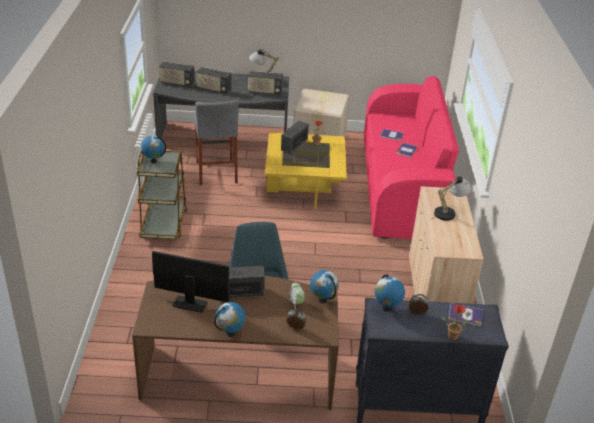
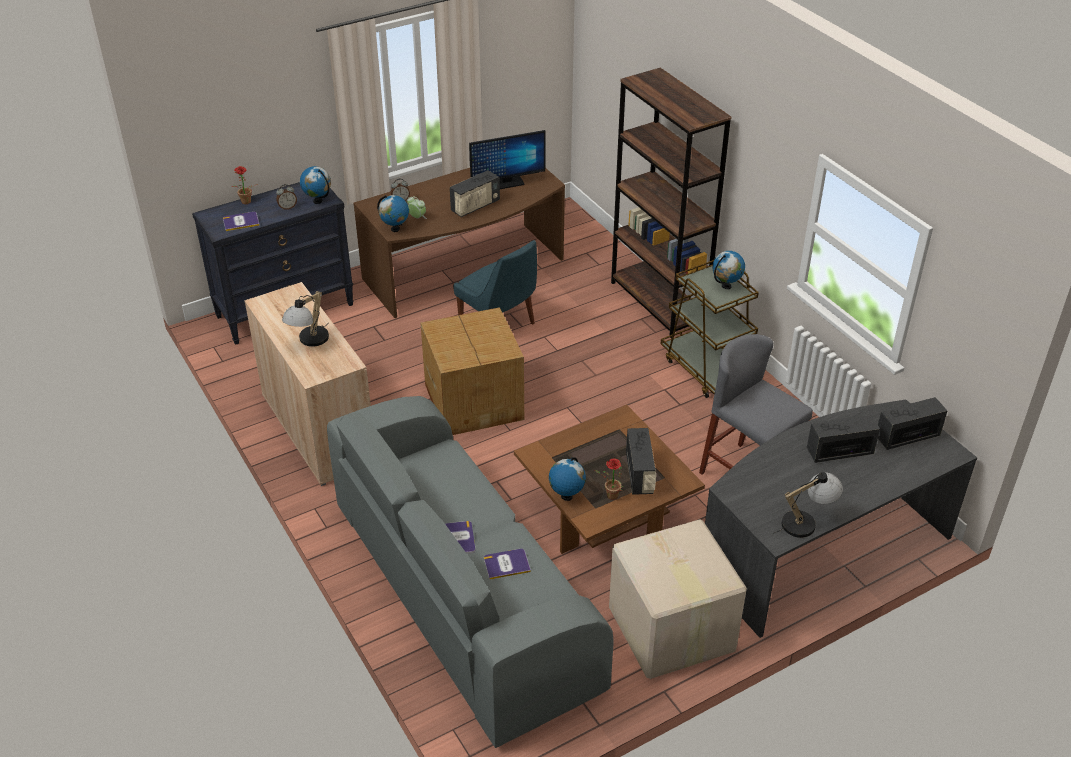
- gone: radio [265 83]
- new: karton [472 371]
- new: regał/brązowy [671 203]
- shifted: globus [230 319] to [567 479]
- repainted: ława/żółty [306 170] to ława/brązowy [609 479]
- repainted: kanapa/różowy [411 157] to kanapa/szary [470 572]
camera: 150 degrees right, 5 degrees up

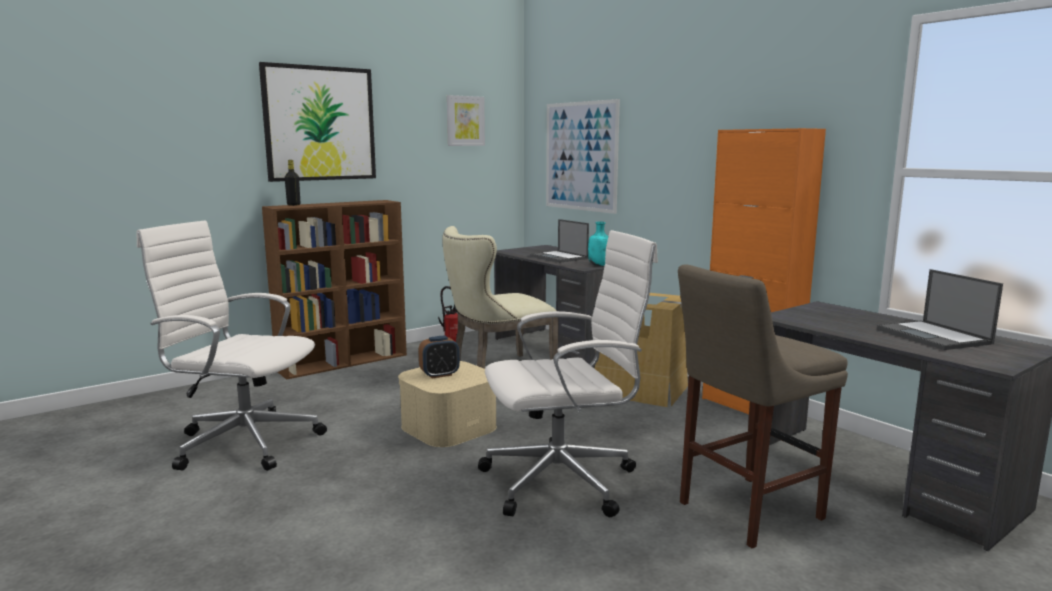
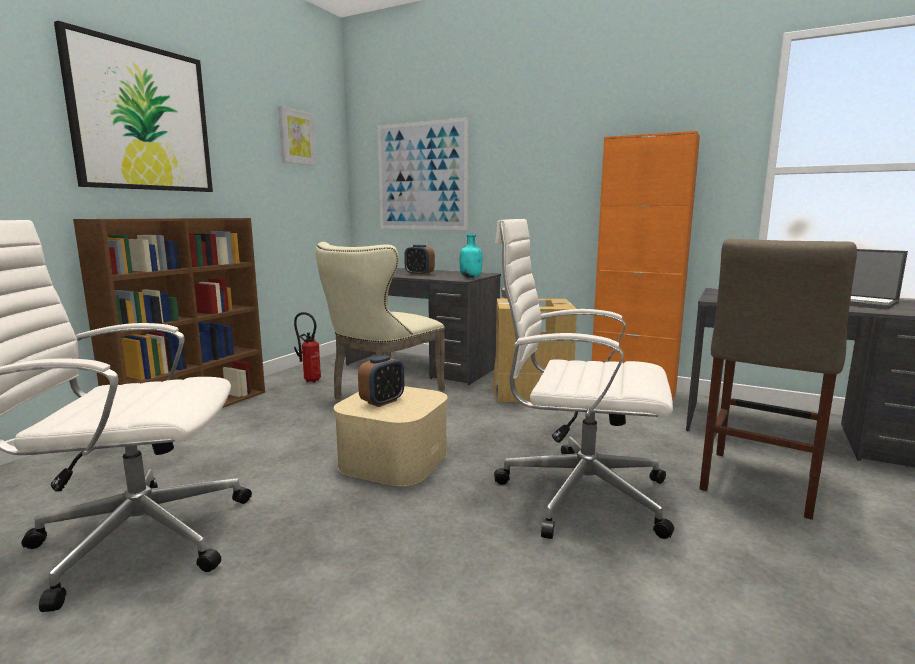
- gone: butelka/czarny [292 183]
- swapped: laptop [559 241] to budzik [419 260]
- rotated: krzesło biurowe/biały [568 373] = [584 379] 120 degrees counterclockwise
camera: 25 degrees left, 0 degrees up

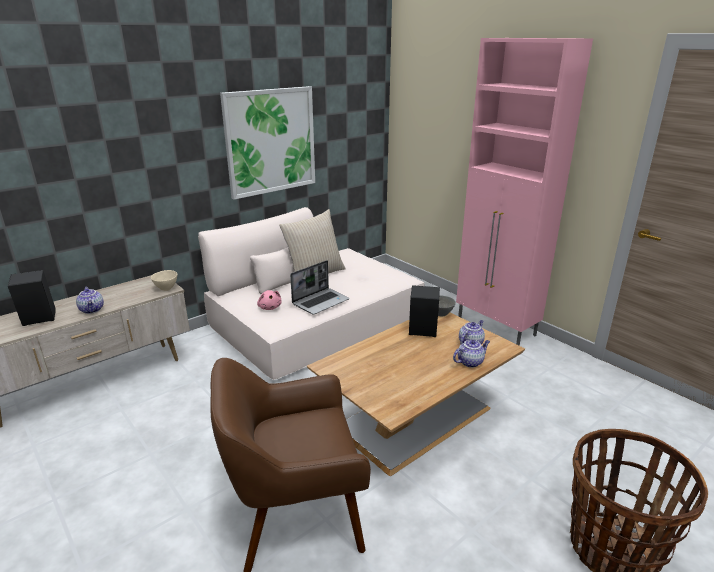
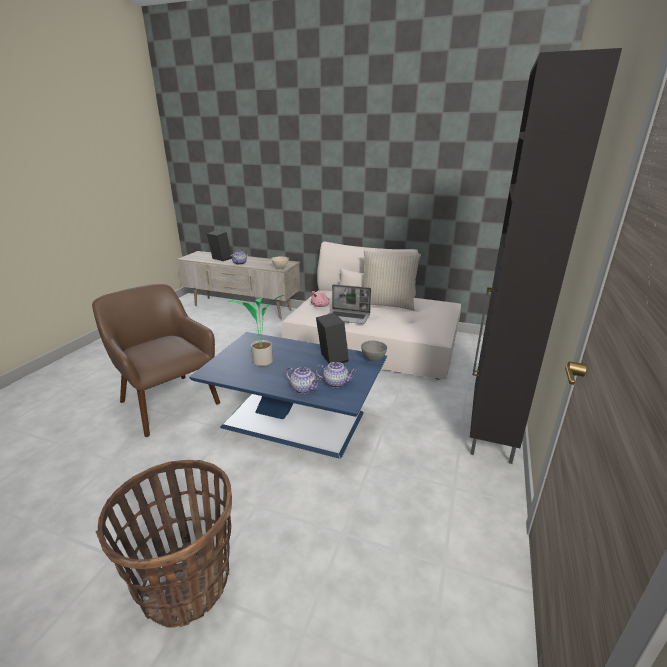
- gone: obraz [267 143]
- new: roślina doniczkowa [256 330]
- repainted: ława/brązowy [416 394] to ława/niebieski [288 395]
- repainted: szafka/różowy [524 192] to szafka/czarny [546 256]
camera: 60 degrees right, 0 degrees up

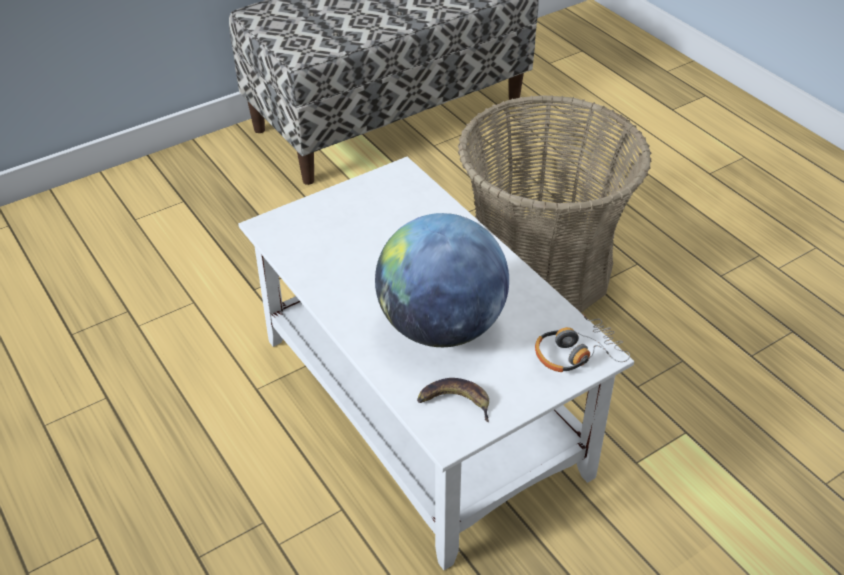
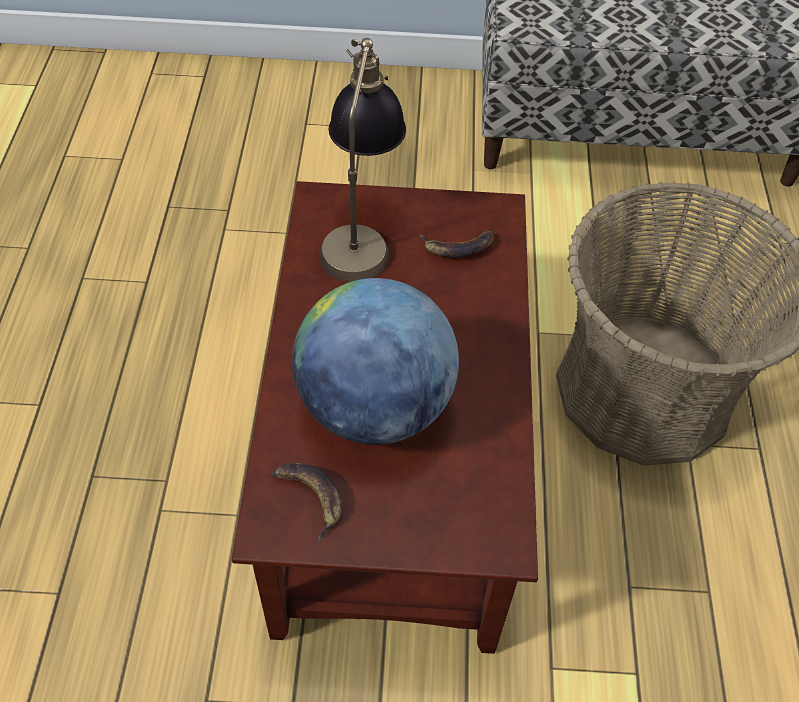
- gone: słuchawki [582 343]
- new: lampa stołowa [362 160]
- new: banan [457 244]
- repainted: ława/biały [436 363] to ława/brązowy [385 417]
camera: 35 degrees right, 10 degrees up

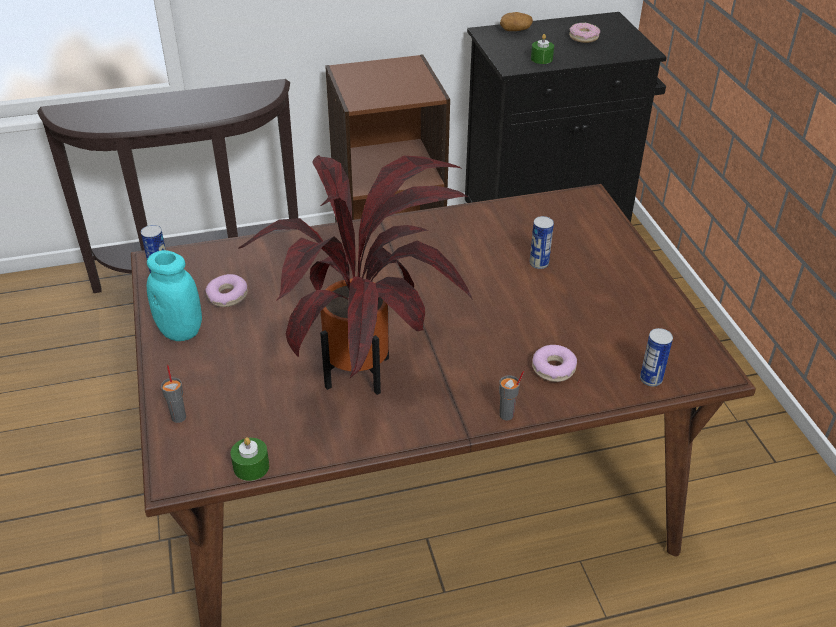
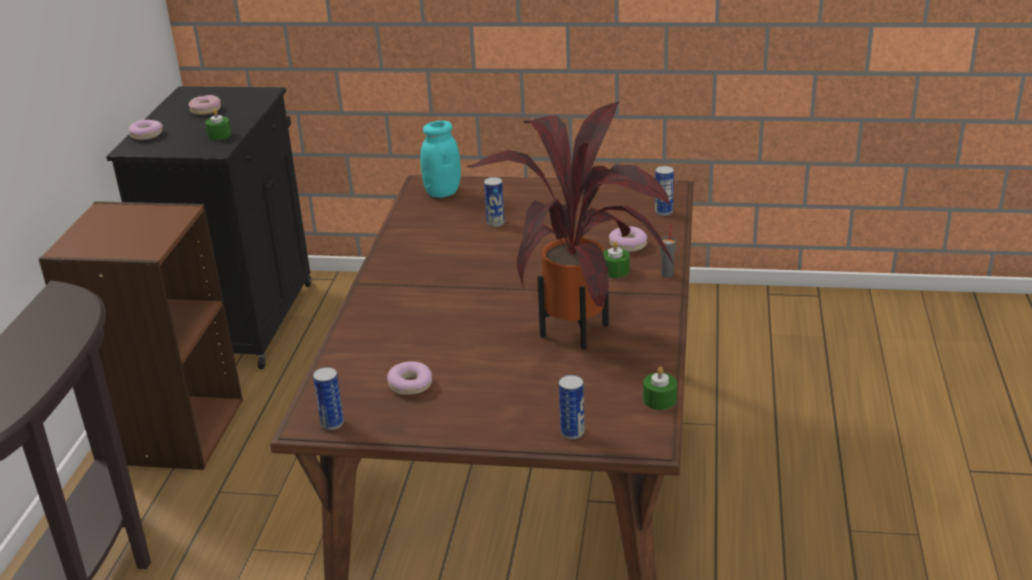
- new: świeca/zielony [617 259]
- shifted: słoik/turkusowy [174 295] to [440 159]
- swapped: filiżanka/szary [173 394] to puszka [571 407]
- swapped: ziemniak [516 21] to donut [145 130]
camera: 65 degrees left, 10 degrees down

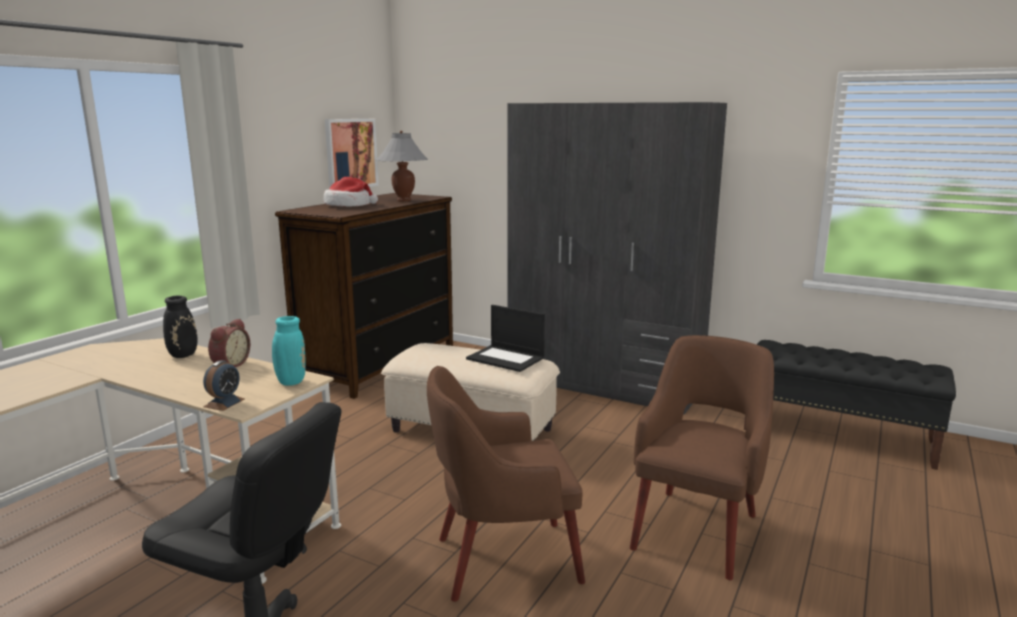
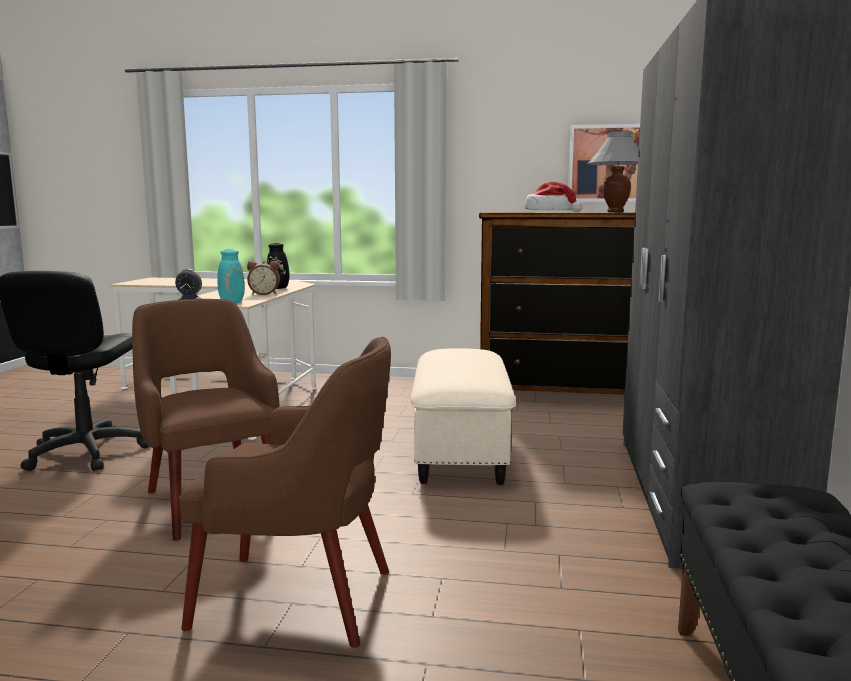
- gone: laptop [505 338]
camera: 70 degrees right, 5 degrees down

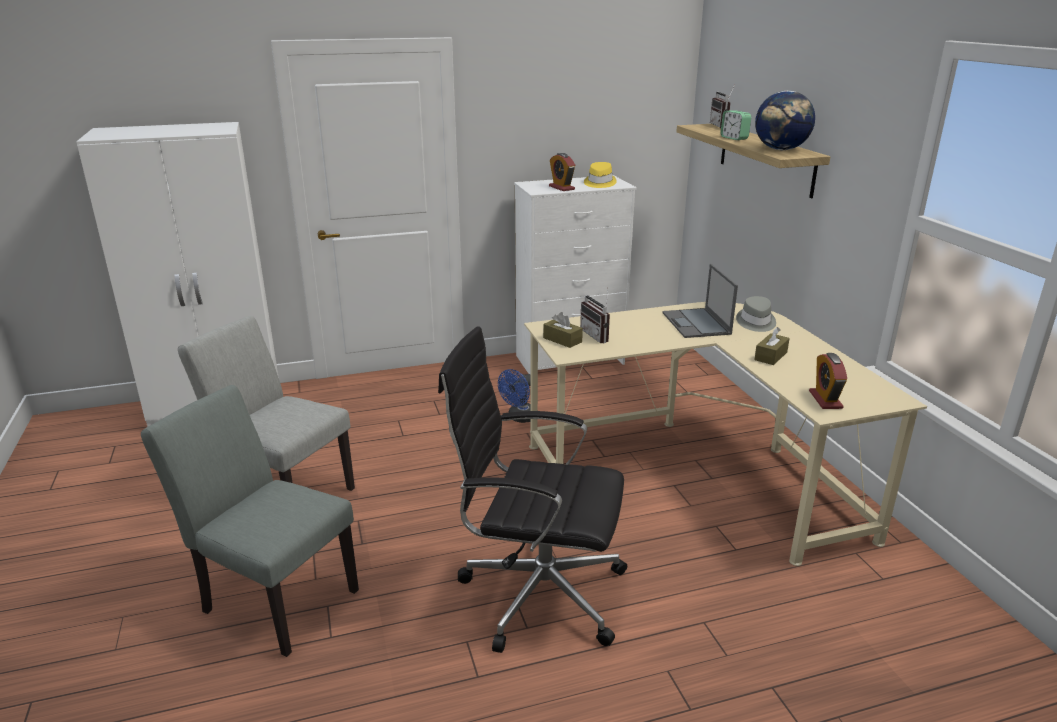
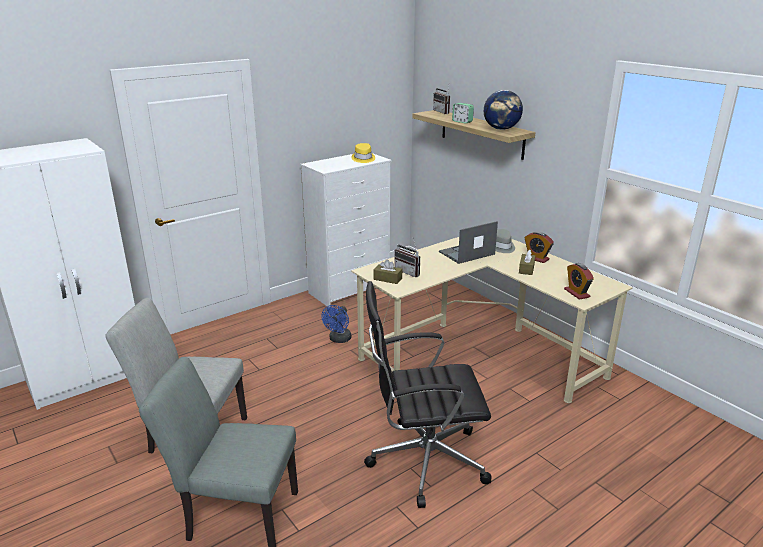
- shifted: budzik [562 172] to [539 247]
- rotated: laptop [700 301] = [468 242] 90 degrees clockwise
camera: 20 degrees left, 0 degrees up

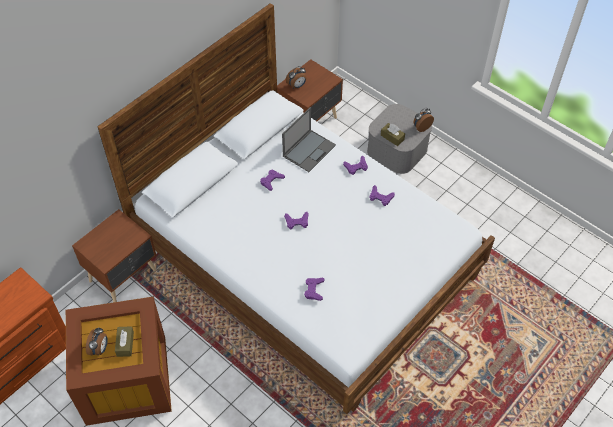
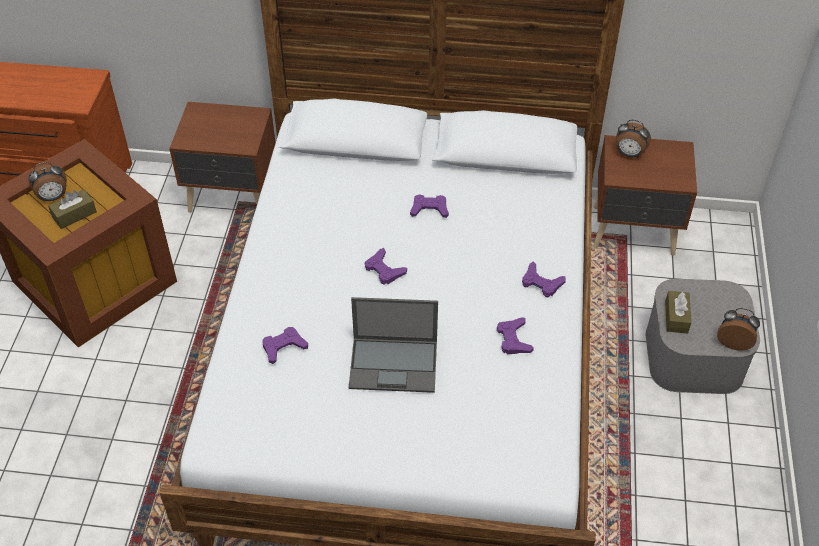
- shifted: laptop [309 139] to [393 345]
camera: 55 degrees right, 5 degrees down

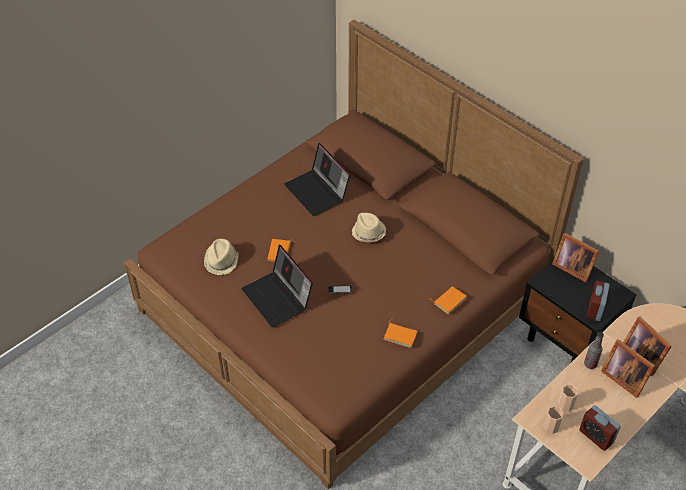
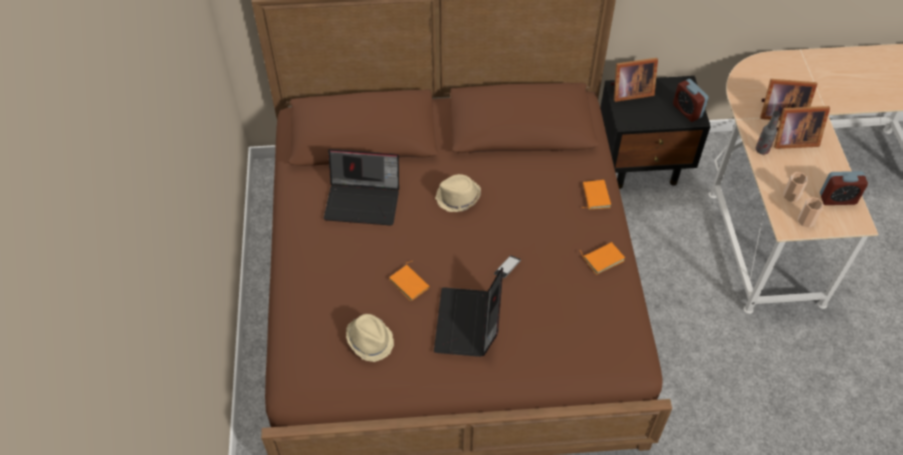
- rotated: laptop [277 286] = [468 312] 90 degrees clockwise
camera: 50 degrees left, 5 degrees up

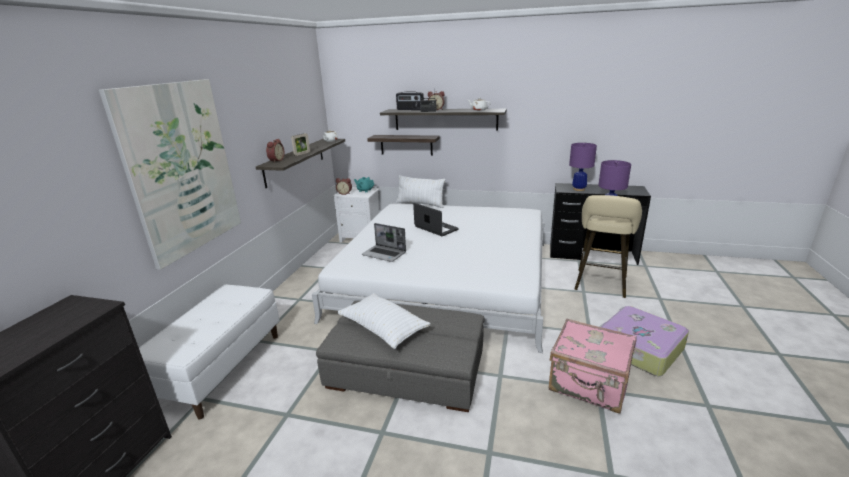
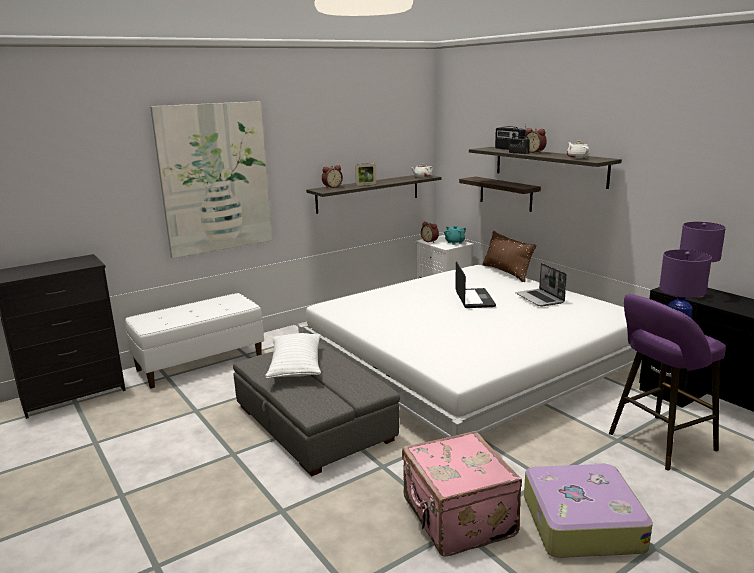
- shifted: laptop [384 242] to [541 285]
- repainted: poduszka/biały [420 191] to poduszka/brązowy [509 256]
- repainted: stołek/beżowy [608 246] to stołek/fioletowy [667 382]
camera: 40 degrees right, 5 degrees down

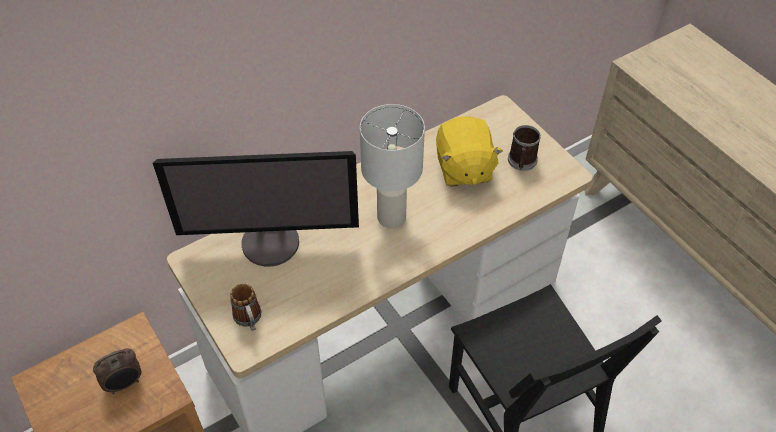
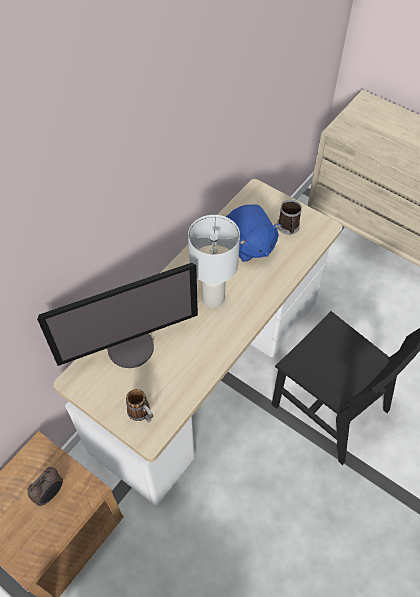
- repainted: pluszak/żółty [469 151] to pluszak/niebieski [253 233]
camera: 20 degrees left, 5 degrees up

